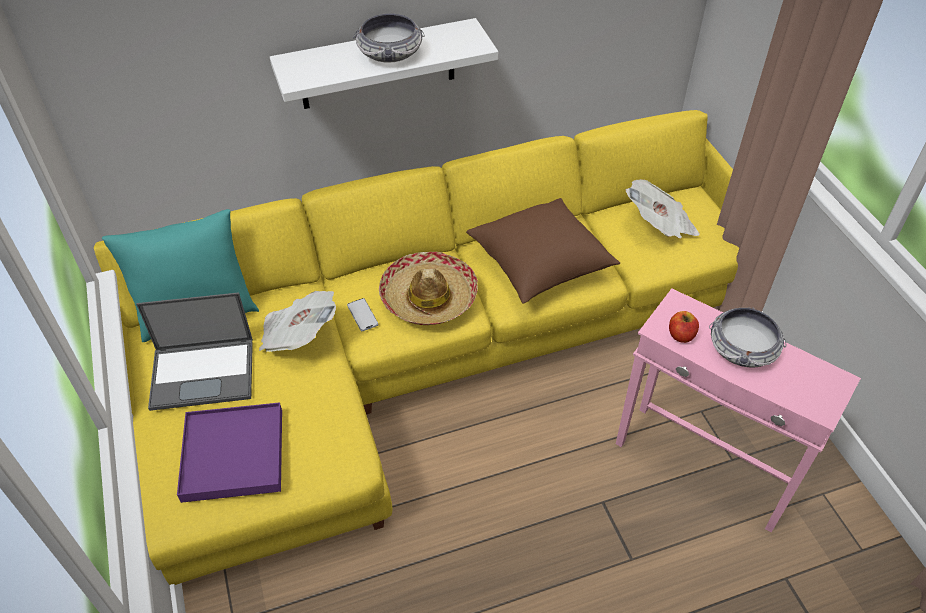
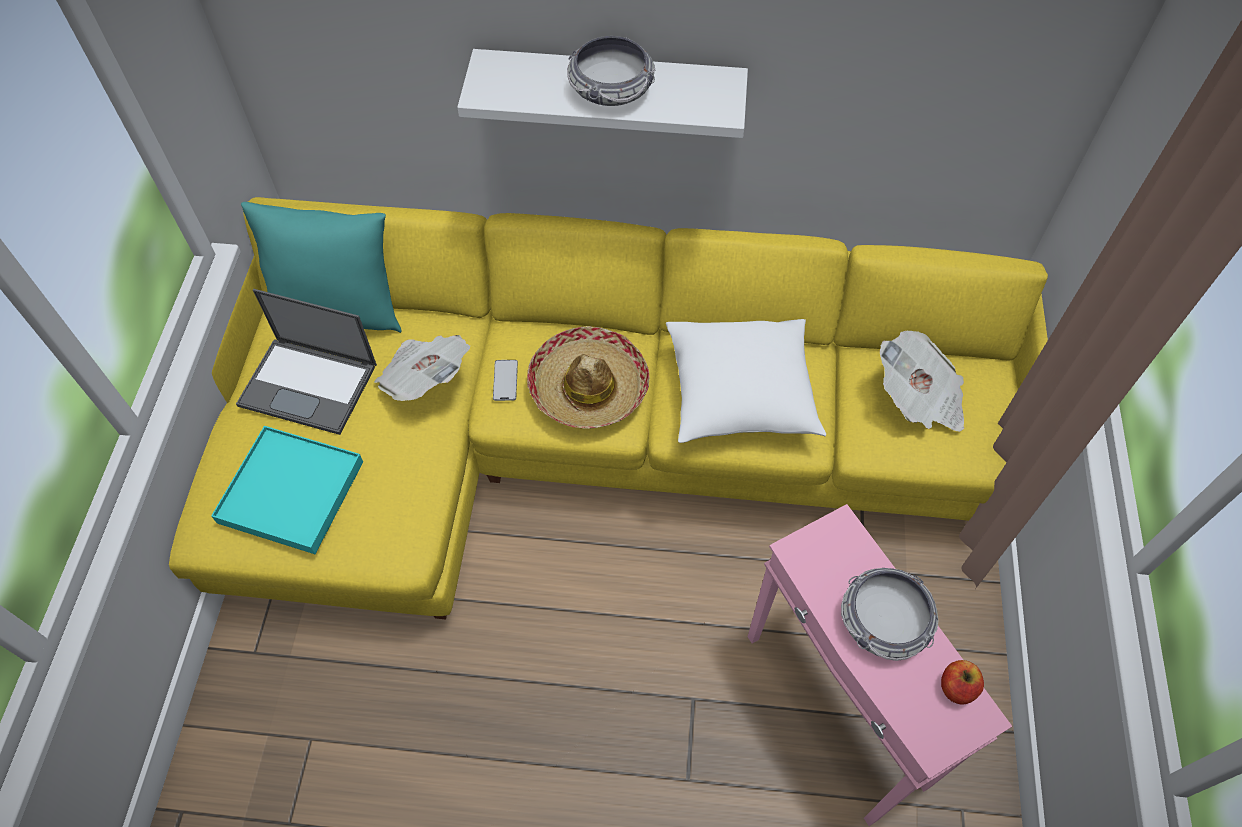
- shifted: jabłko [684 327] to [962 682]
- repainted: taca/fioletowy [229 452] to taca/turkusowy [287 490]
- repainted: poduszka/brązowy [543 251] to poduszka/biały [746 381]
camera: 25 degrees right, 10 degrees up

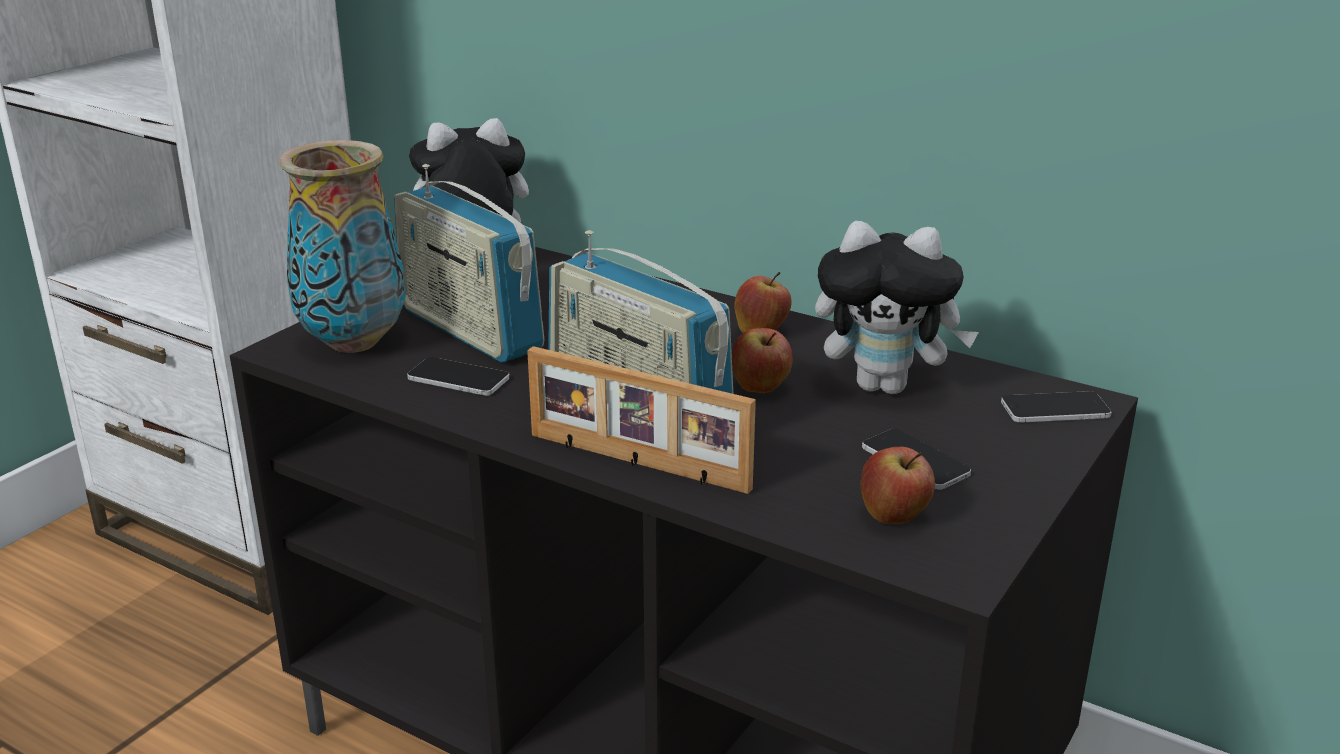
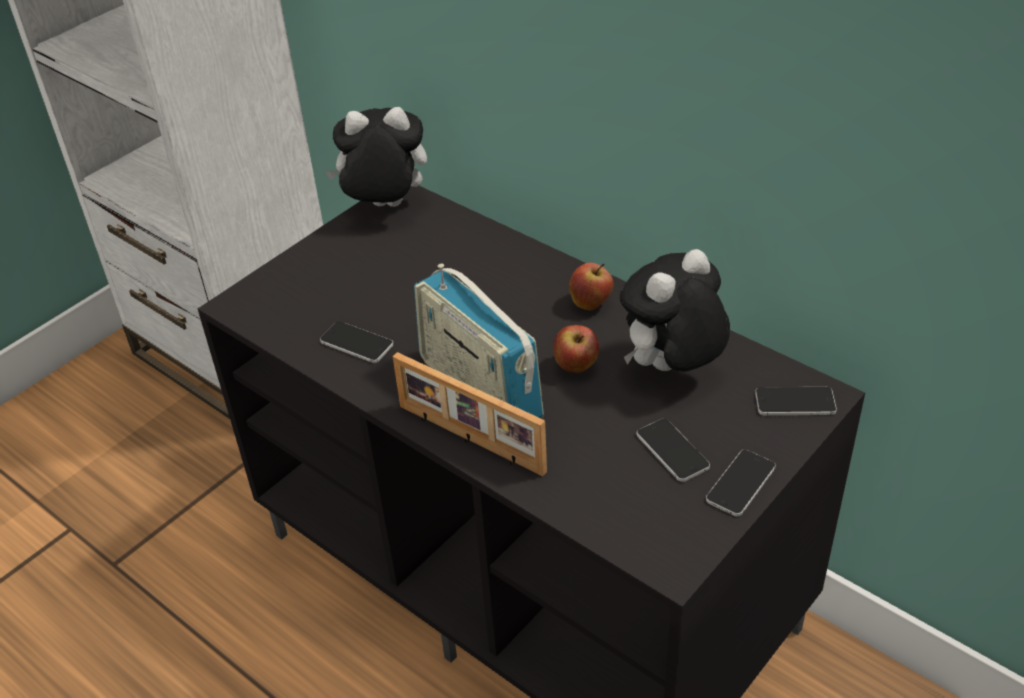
- gone: wazon [342 246]
- gone: radio [469 263]
- gone: jabłko [898 485]
- new: telefon [741 483]
- rotated: pluszak [897 307] = [675 310] 120 degrees clockwise
camera: 10 degrees right, 15 degrees up

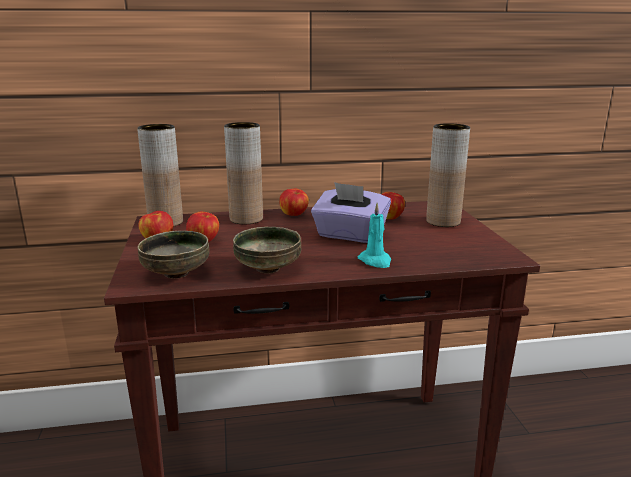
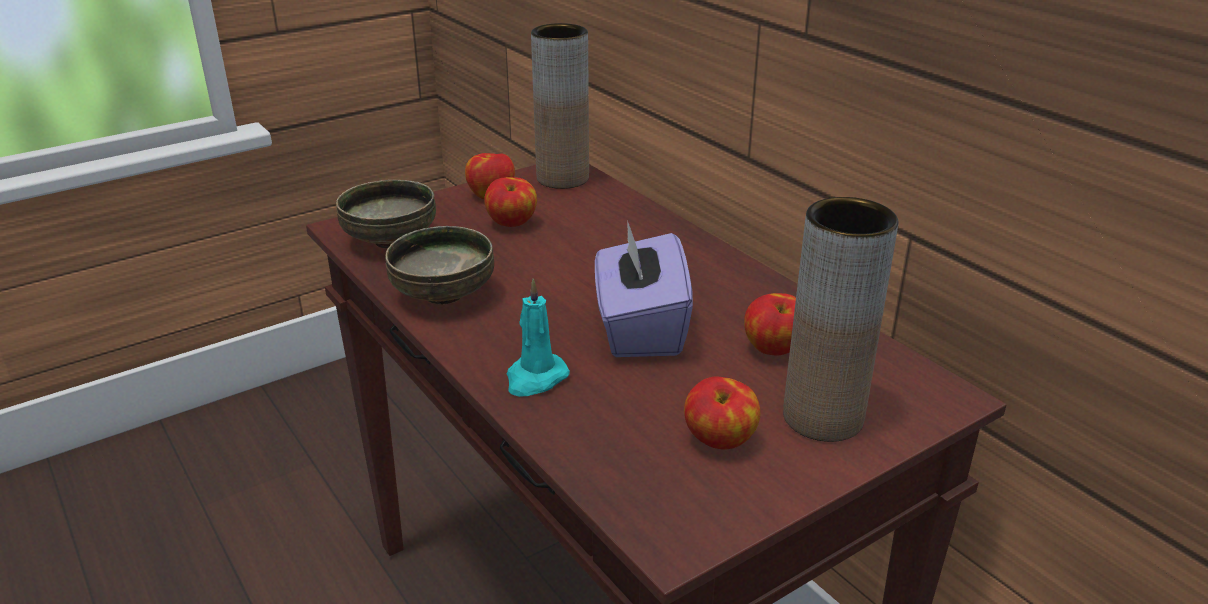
- gone: wazon/brązowy [243 173]
- shifted: jabłko [294 202] to [722 413]
camera: 65 degrees right, 10 degrees up

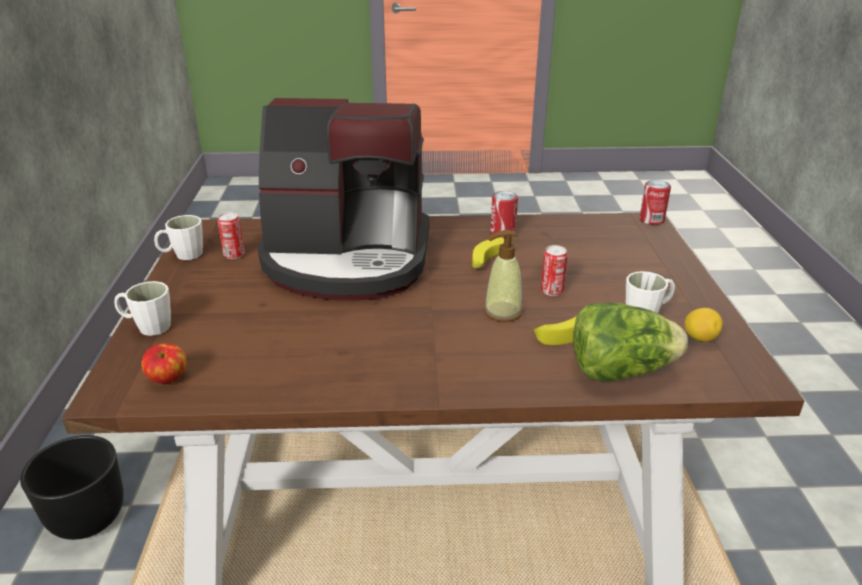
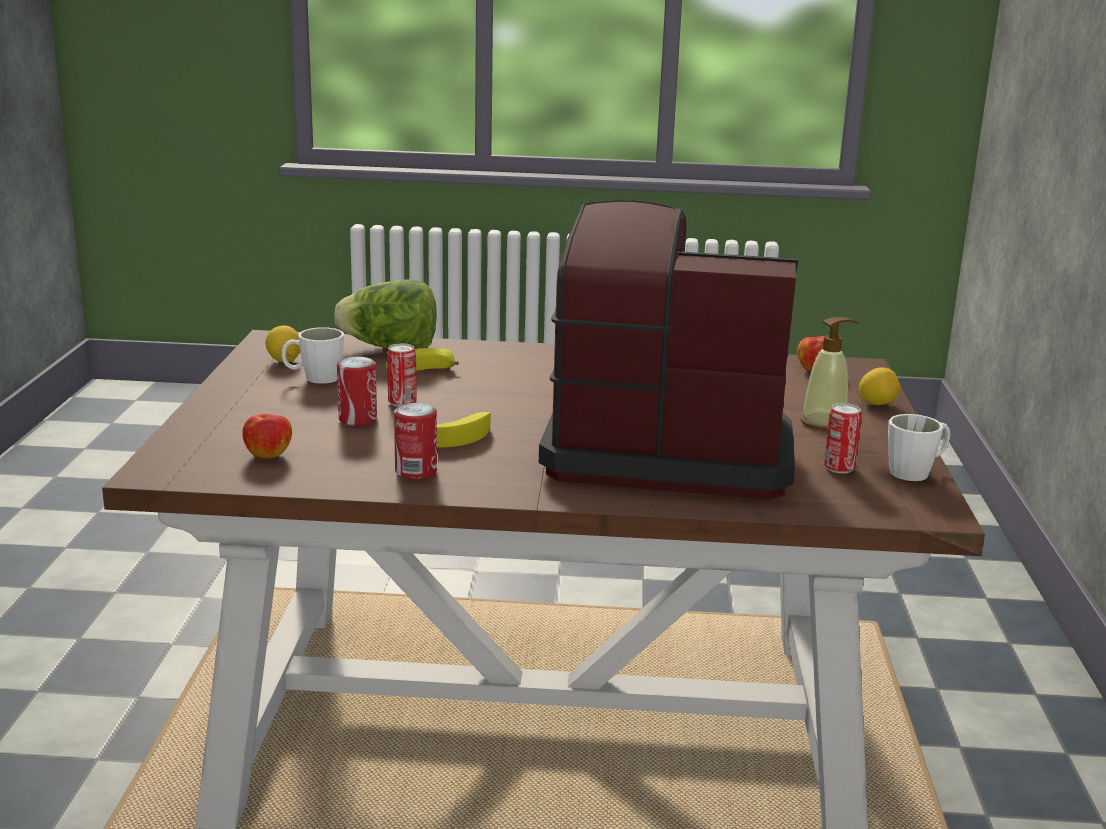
- gone: donica/czarny [72 487]
- new: jabłko [267 436]
- shifted: dozownik mydła [503 276] to [829 374]
- shifted: puszka [655 202] to [357 391]
- swapped: kubek/biały [142 308] to cytryna [879 386]
camera: 175 degrees left, 10 degrees down

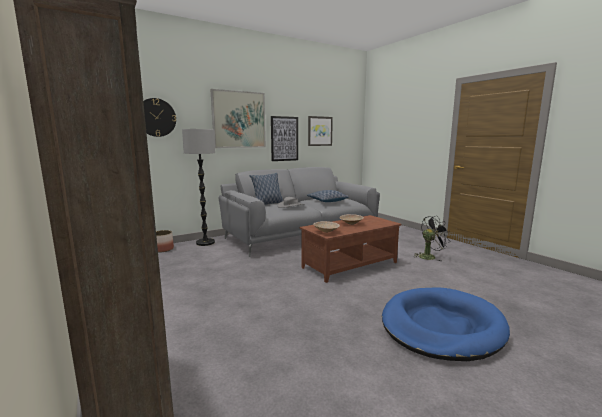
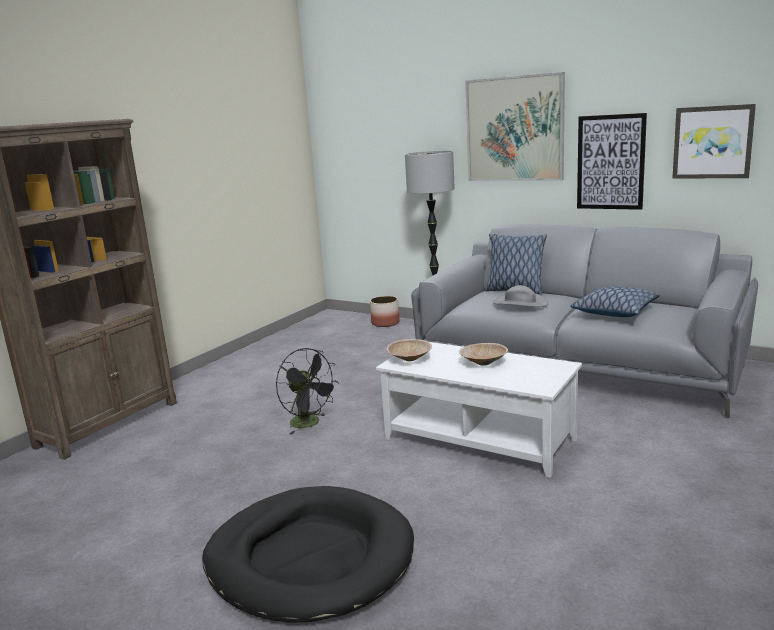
- gone: zegar ścienny [159 117]
- shifted: wentylator/czarny [431 238] to [307 391]
- repainted: ława/brązowy [351 249] to ława/biały [479 410]
- repainted: legowisko/niebieski [446 324] to legowisko/czarny [308 554]
camera: 65 degrees right, 5 degrees up

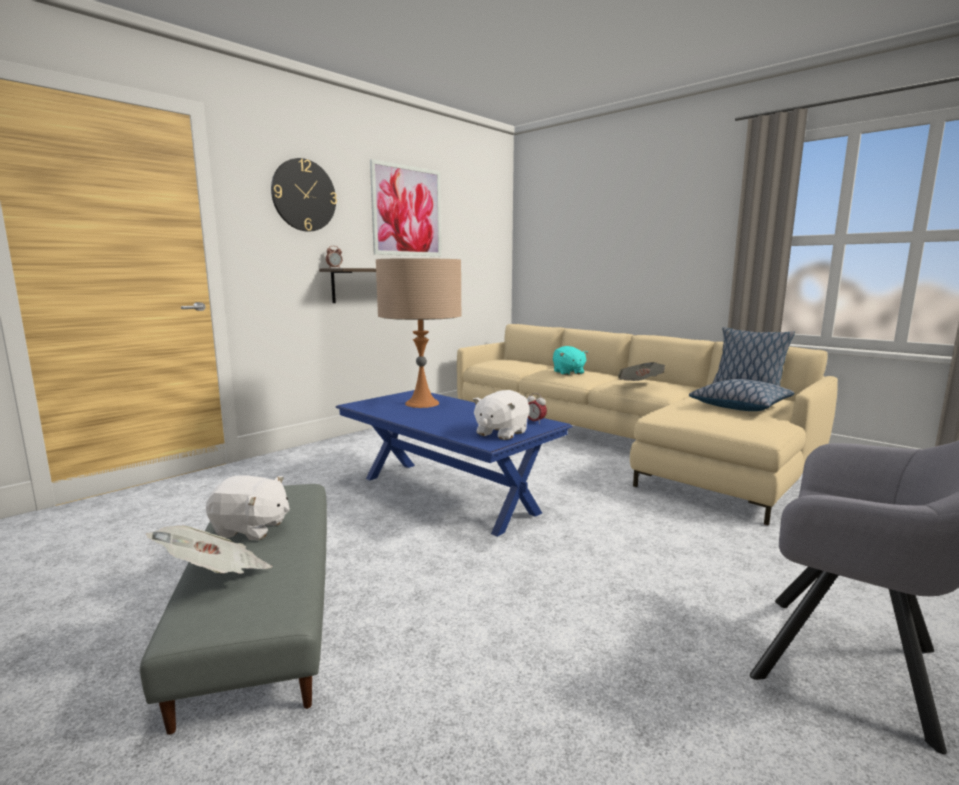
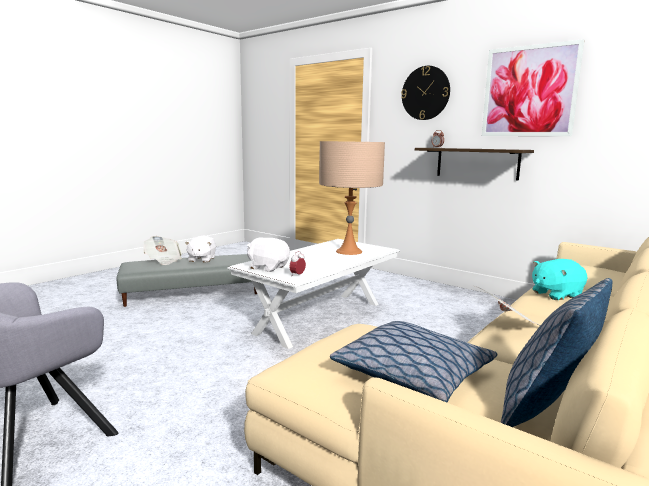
- repainted: ława/niebieski [454 463] to ława/biały [313 294]
camera: 85 degrees right, 0 degrees up

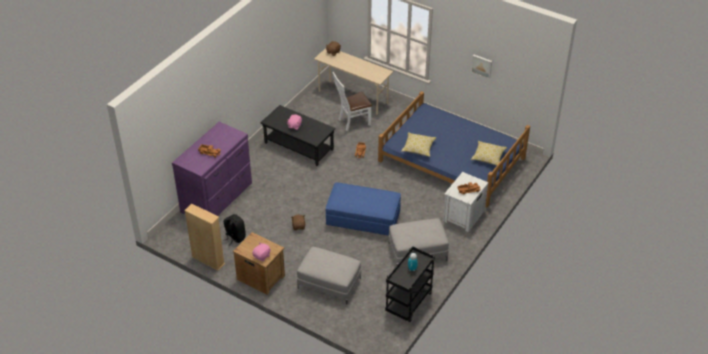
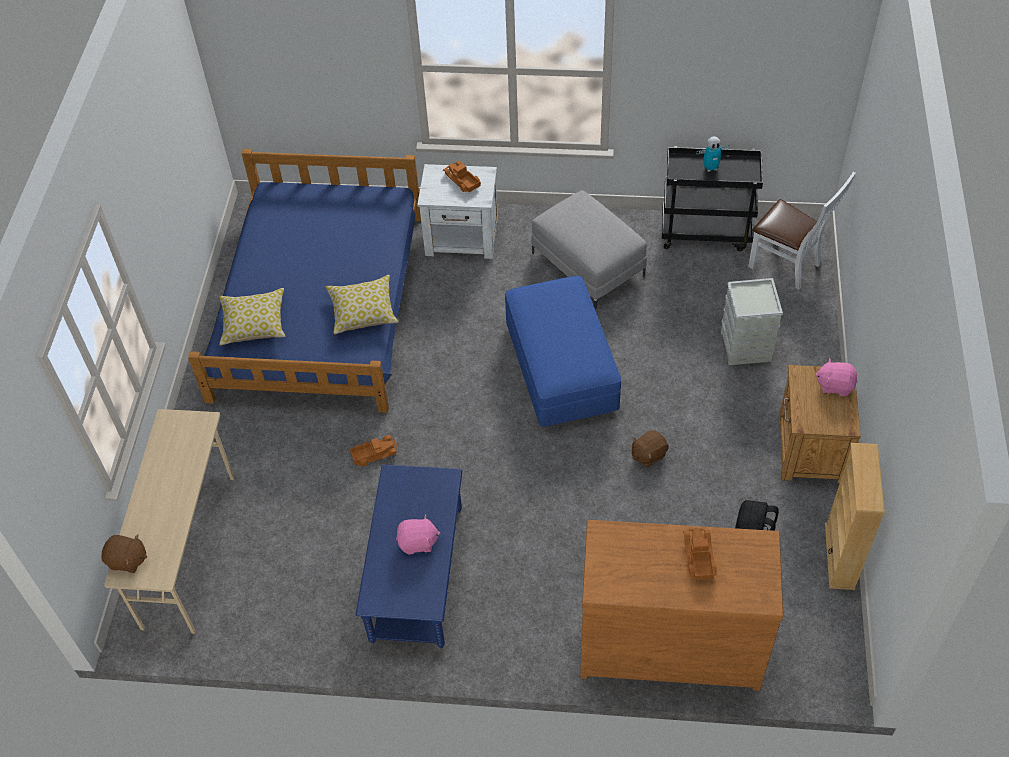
- gone: obraz [481 66]
- shifted: krzesło/biały [352 101] to [802 231]
- shifted: poduszka [489 153] to [252 316]
- swapped: pufa/szary [329 276] to pojemnik do przechowywania/szary [752 321]
- repainted: komoda/fioletowy [212 169] to komoda/brązowy [681 605]
- repainted: ława/czarny [298 135] to ława/niebieski [408 556]
camera: 115 degrees left, 10 degrees up

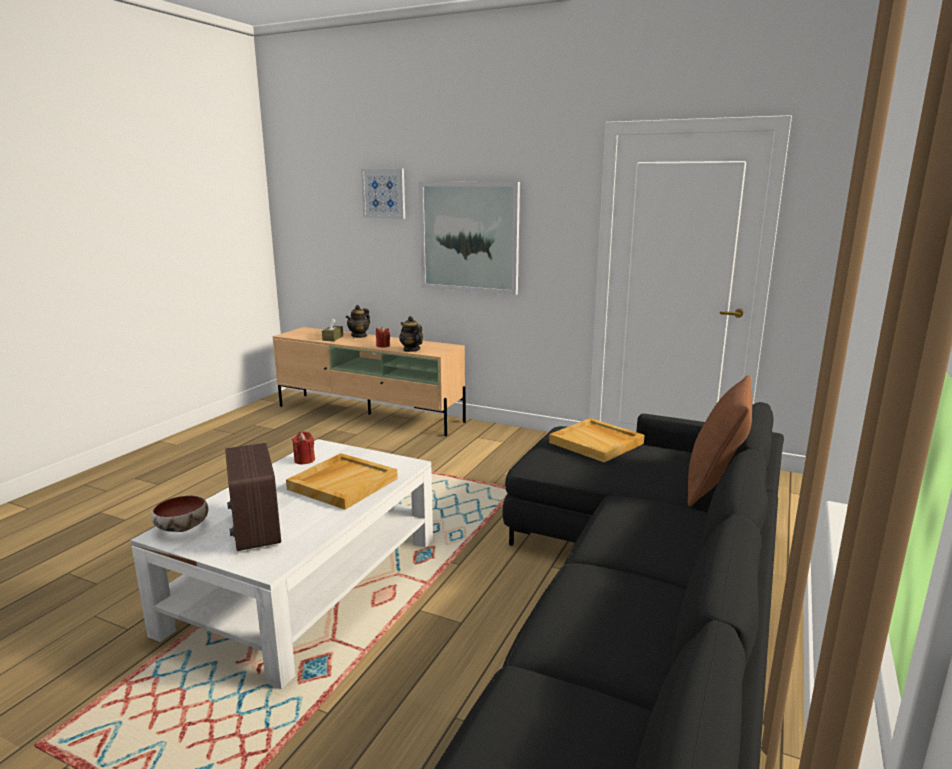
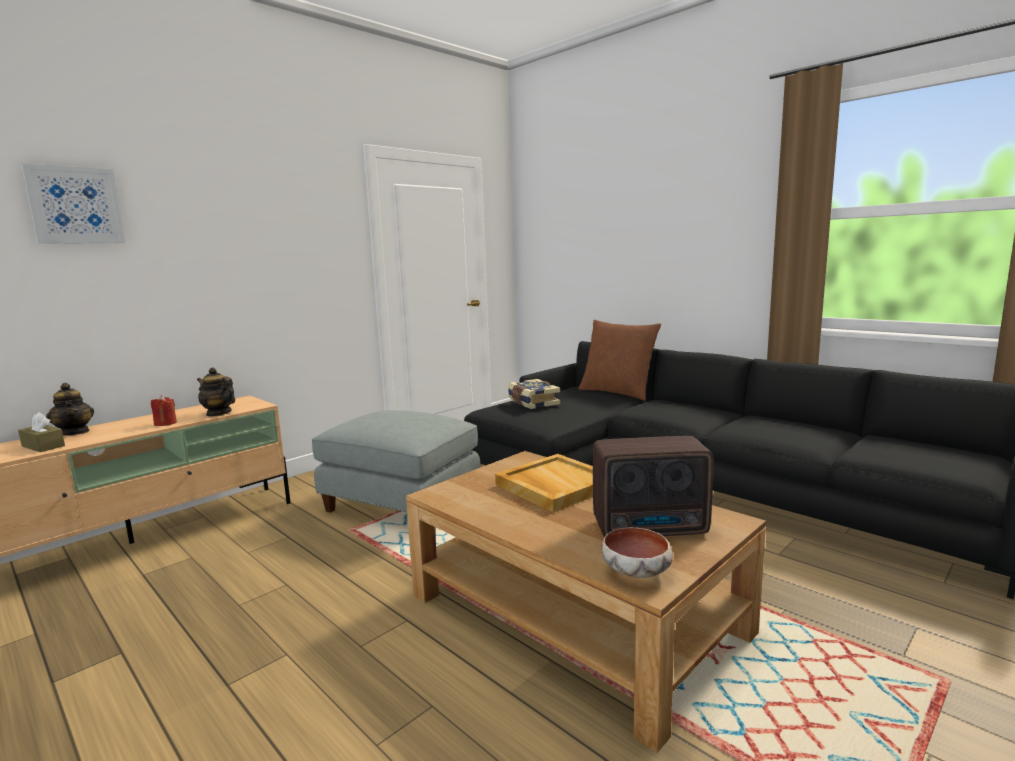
- gone: świeca/czerwony [303 447]
- gone: obraz [469 238]
- new: pufa/szary [396 461]
- swapped: taca/beżowy [596 440] to książka [534 394]
- repainted: ława/biały [281 564] to ława/brązowy [586 602]
- rotated: imbryk [411 334] = [216 392] 45 degrees clockwise
camera: 70 degrees left, 5 degrees down

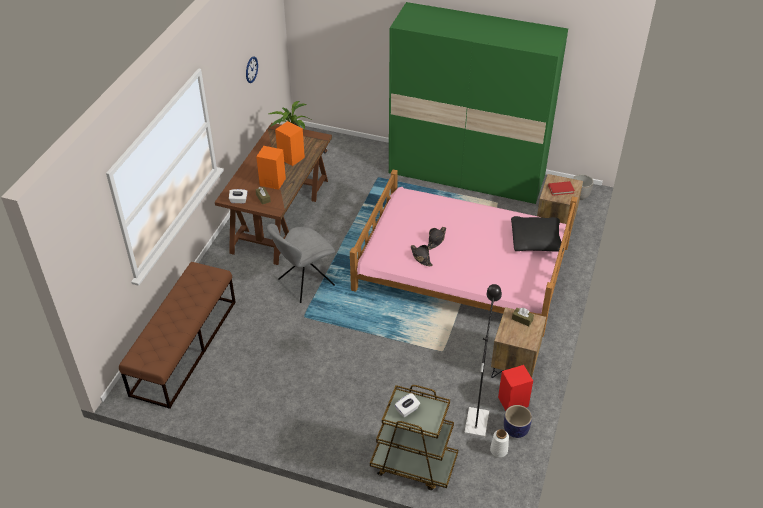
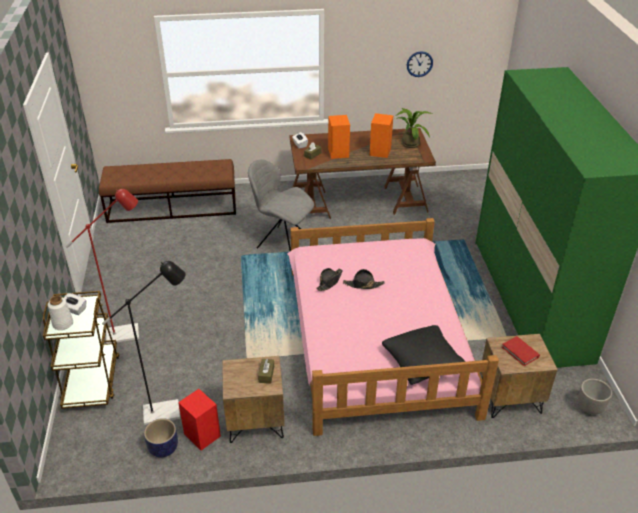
- new: lampa stojąca/czerwony [102 266]
- shifted: wazon/biały [499 443] to [60 313]
camera: 65 degrees right, 5 degrees down

